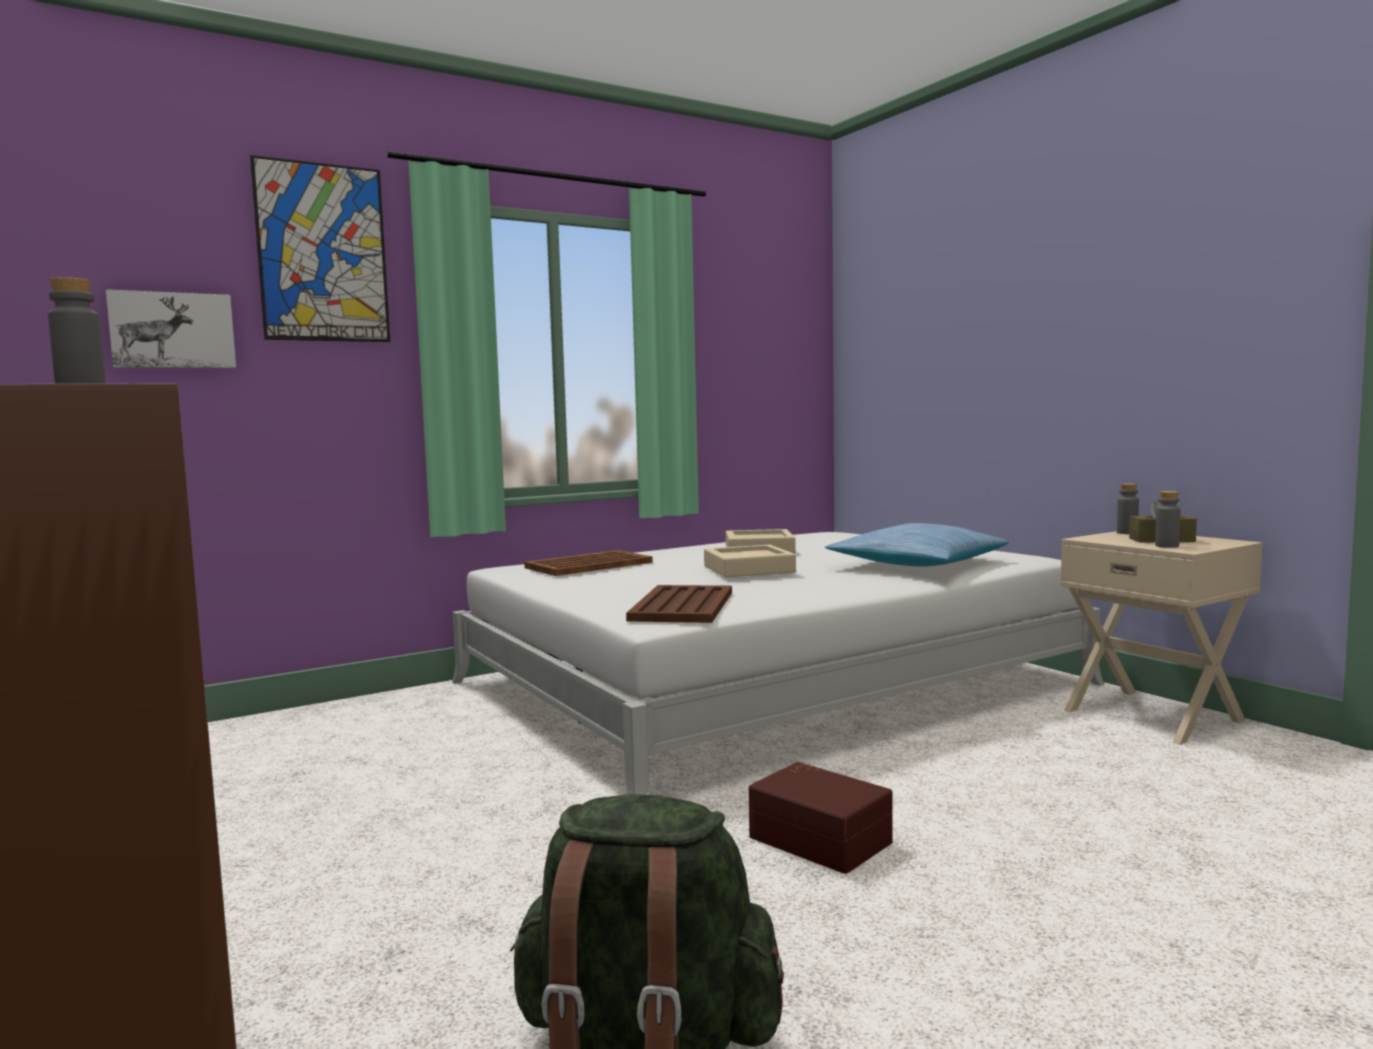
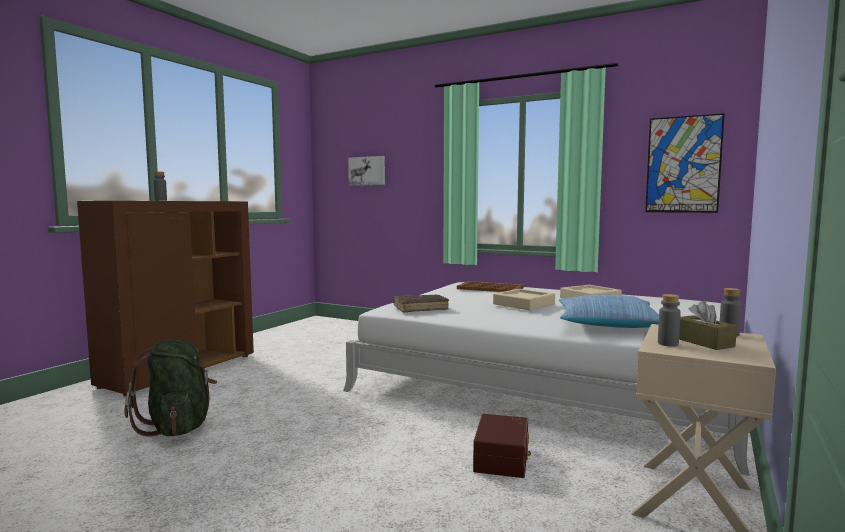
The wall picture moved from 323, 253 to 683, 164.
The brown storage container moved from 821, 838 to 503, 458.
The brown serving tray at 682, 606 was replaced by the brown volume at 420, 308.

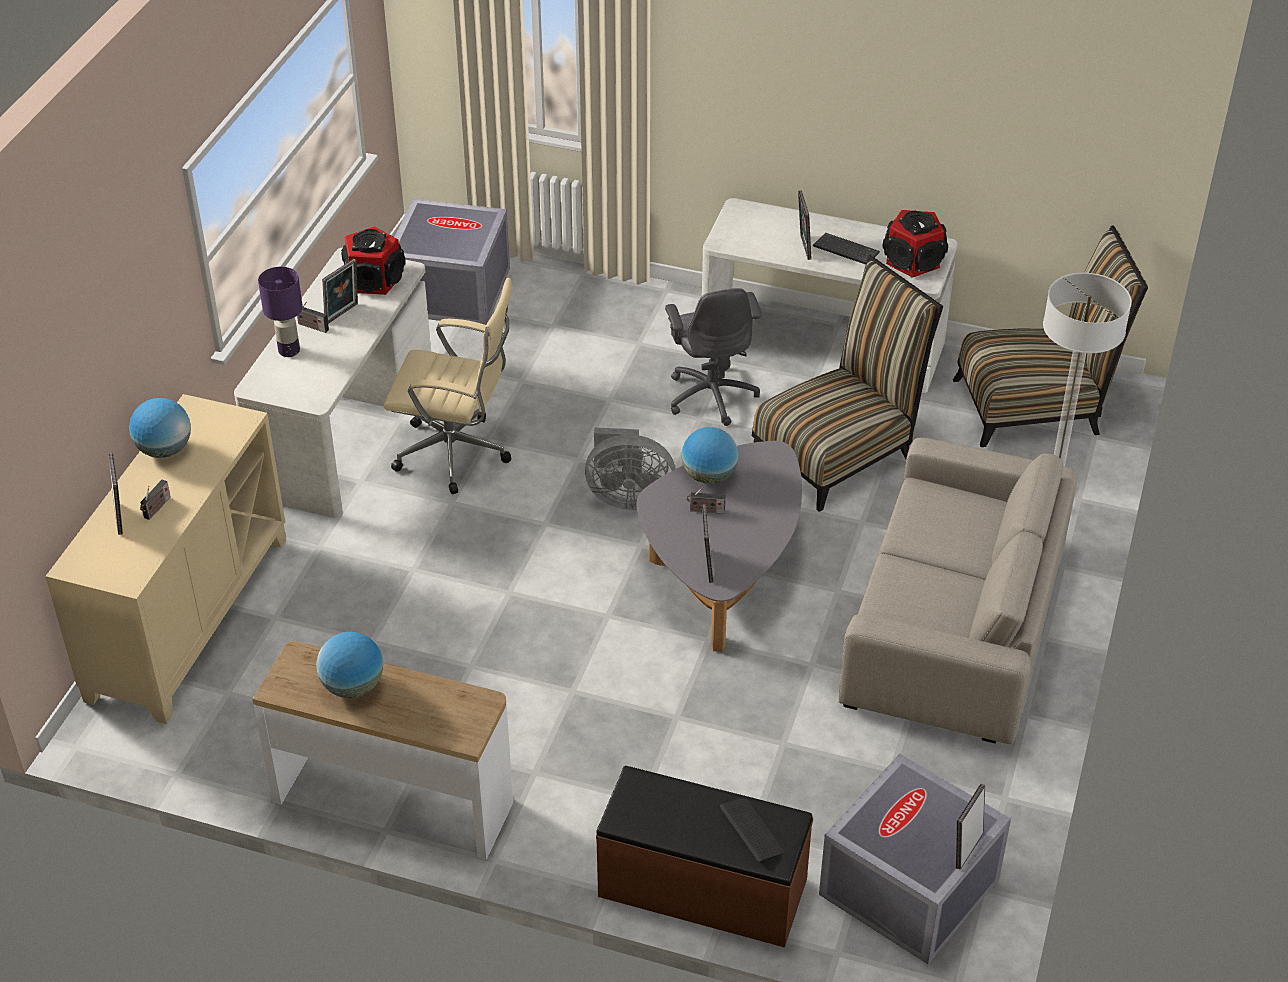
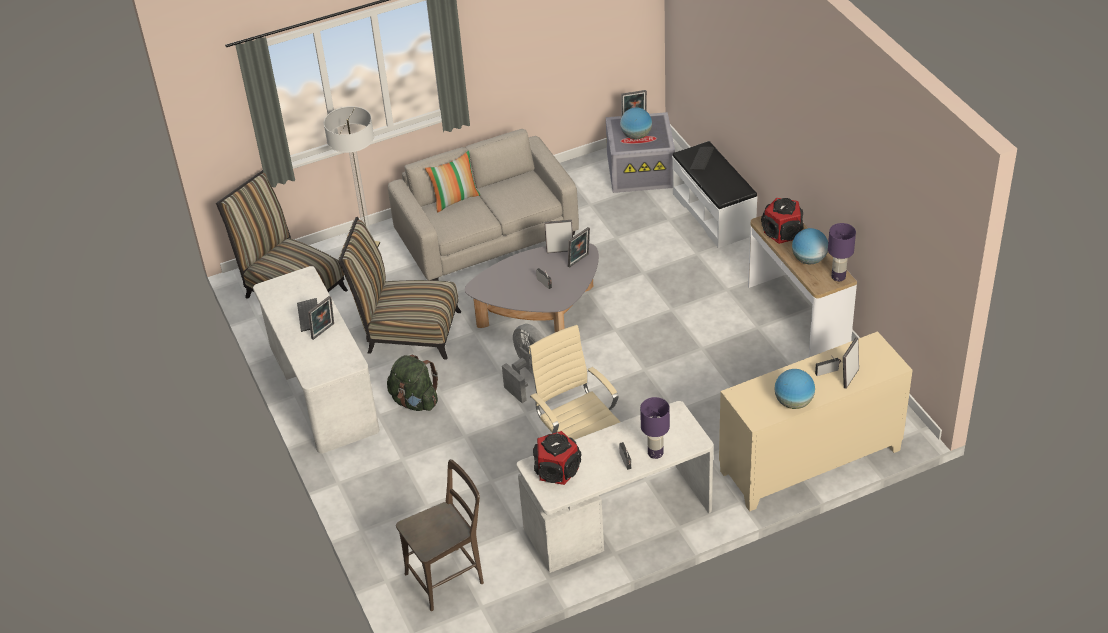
The throw pillow at 455, 199 appeared.
The purple-coloured lamp for a table at 838, 277 appeared.
The photo frame moved from 343, 314 to 560, 250.
The desk globe moved from 709, 476 to 636, 136.
The audio speaker moved from 913, 261 to 782, 232.
The grey storage container at 449, 292 was replaced by the brown upright chair at 448, 576.
The grey office chair at 712, 395 was replaced by the green-coloured backpack at 415, 401.
The brown long seat at 702, 889 became the whitish long seat at 714, 214.

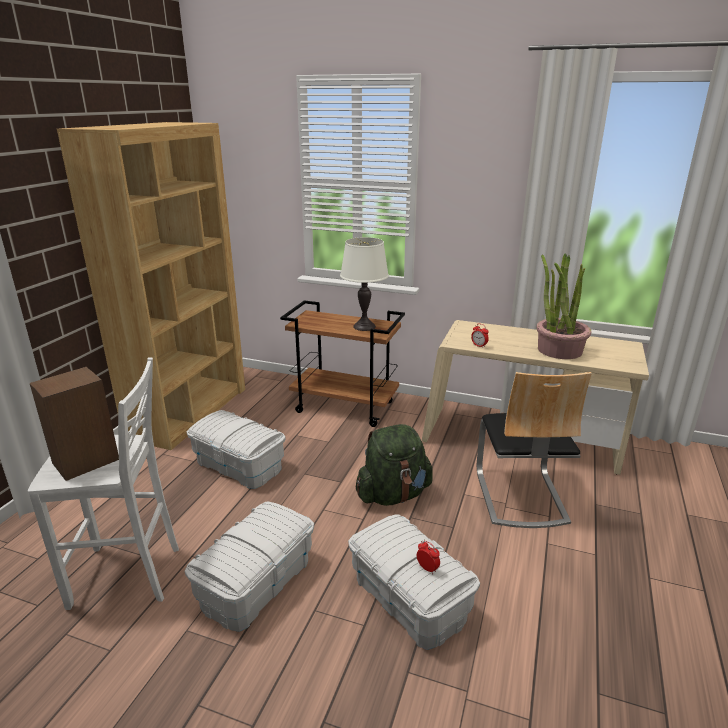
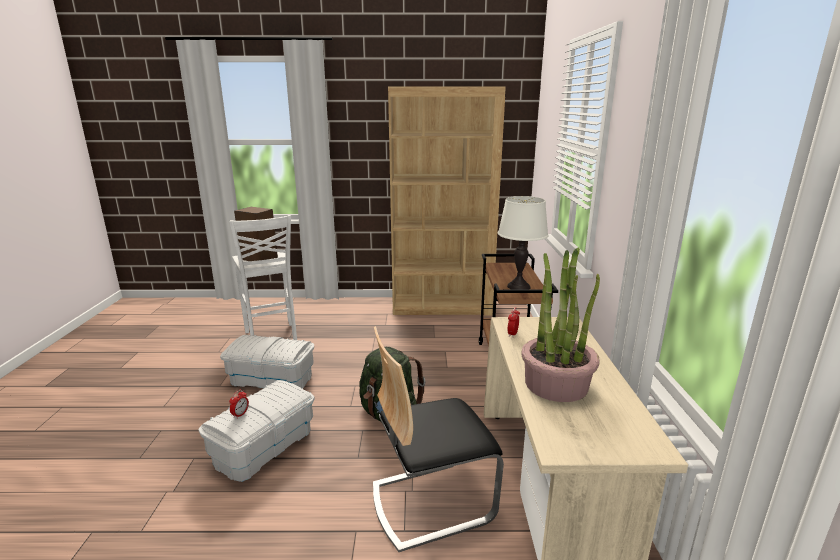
The whitish storage container at 239, 465 disappeared.

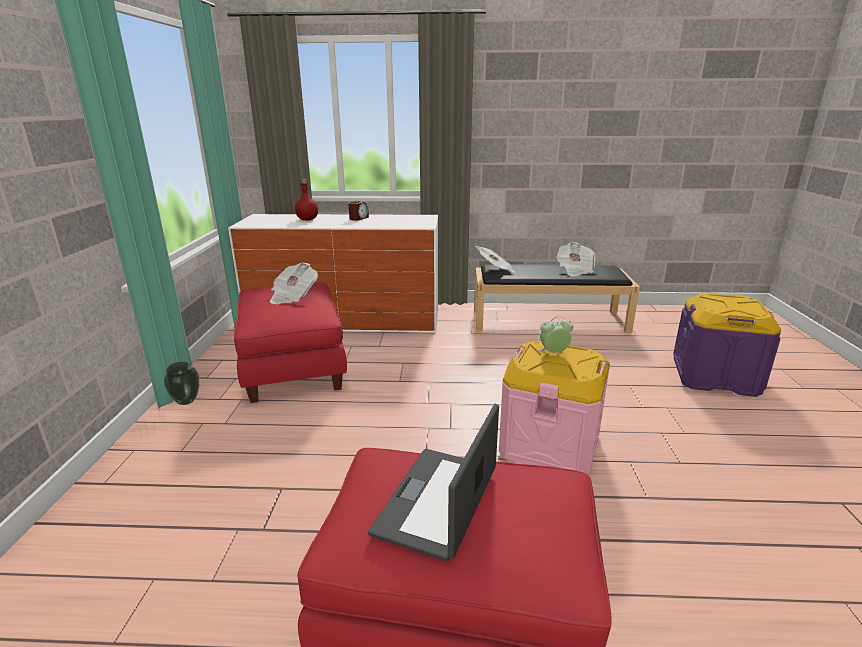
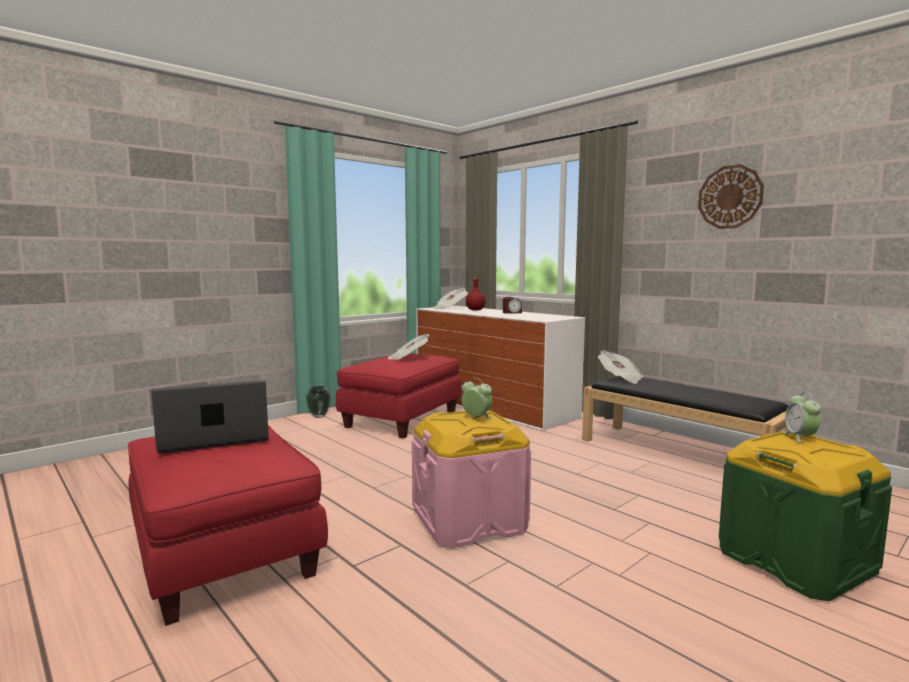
The hanging clock at 730, 197 appeared.
The bedside clock at 800, 437 appeared.
The printed paper moved from 574, 270 to 449, 308.
The purple-coloured storage container at 715, 376 became the green-coloured storage container at 795, 561.

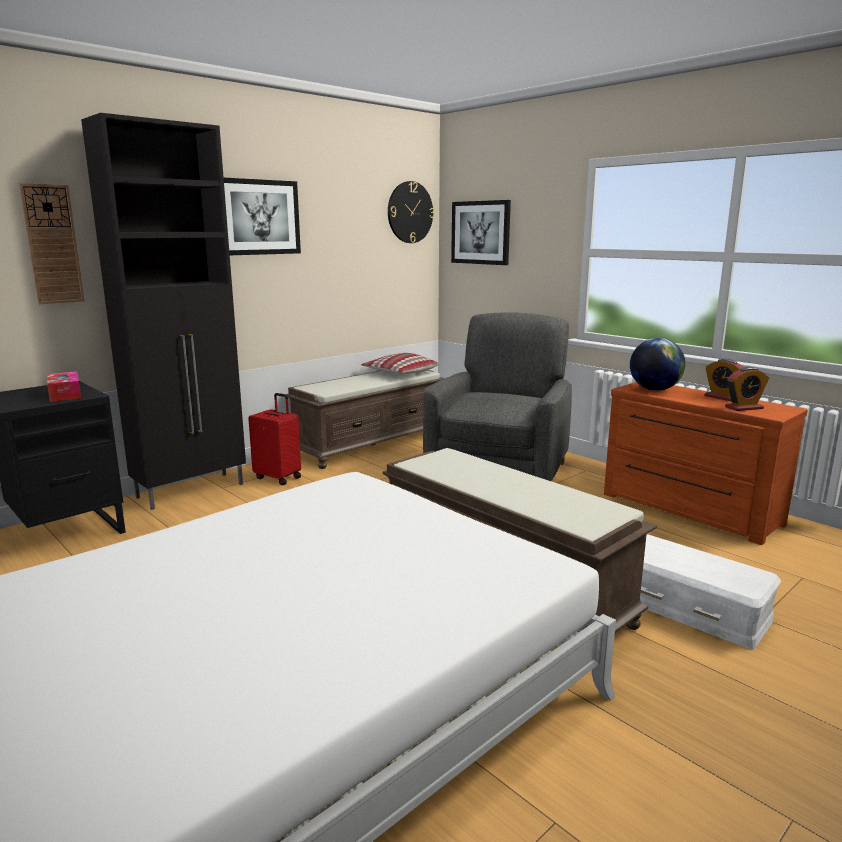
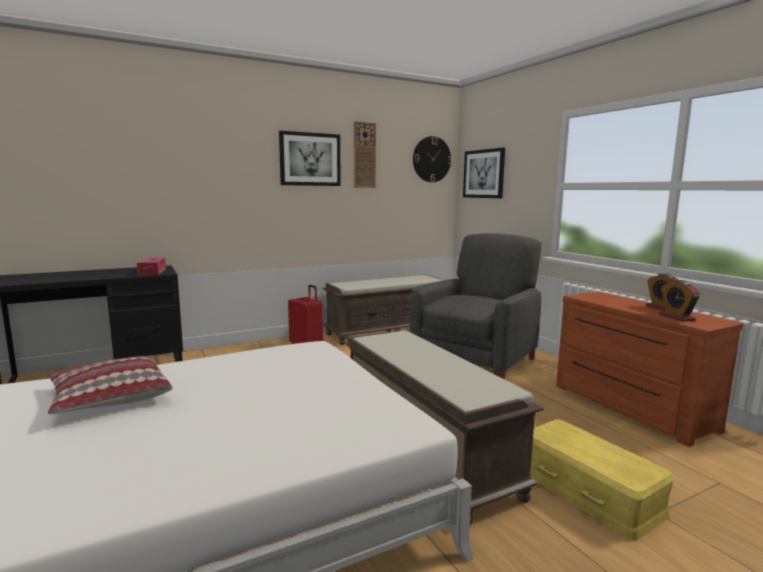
The black-coloured cabinet at 192, 490 disappeared.
The desk globe at 654, 389 disappeared.
The hanging clock moved from 52, 244 to 364, 155.
The throw pillow moved from 400, 373 to 110, 398.
The whitish storage container at 691, 606 became the yellow-coloured storage container at 589, 491.
The bedside clock at 744, 408 turned 75 degrees clockwise.

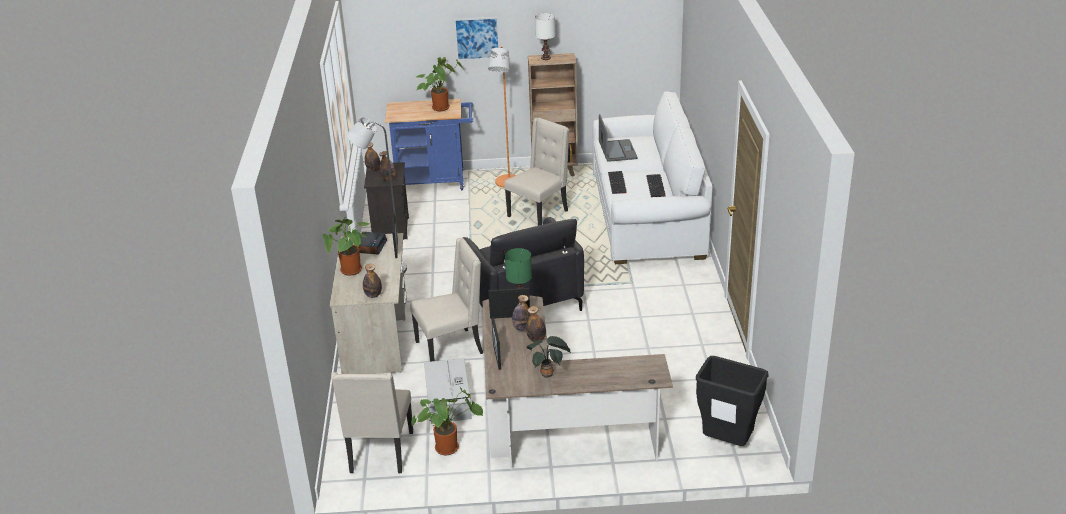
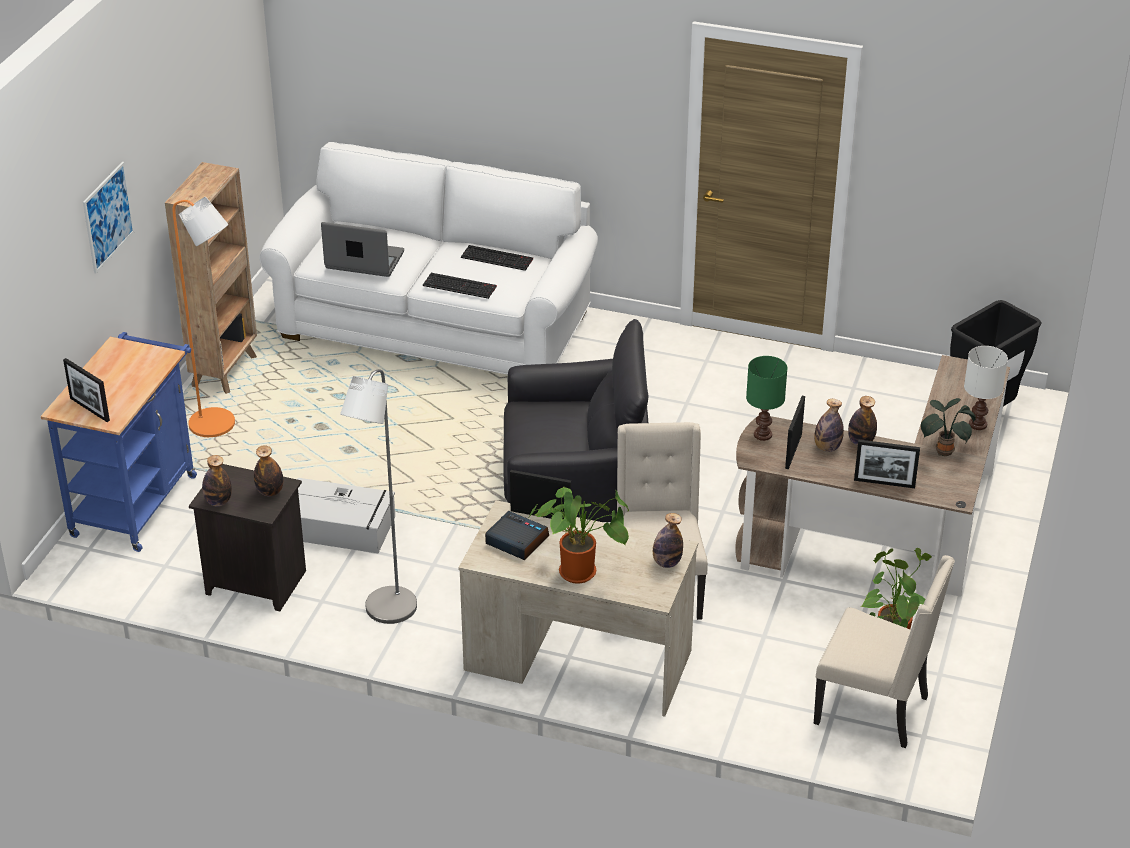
The plant in a pot at 441, 107 disappeared.
The beige-coloured upright chair at 539, 214 disappeared.
The photo frame at 89, 409 appeared.
The grey storage container moved from 448, 399 to 338, 527.
The whitish lamp for a table moved from 545, 58 to 978, 425.

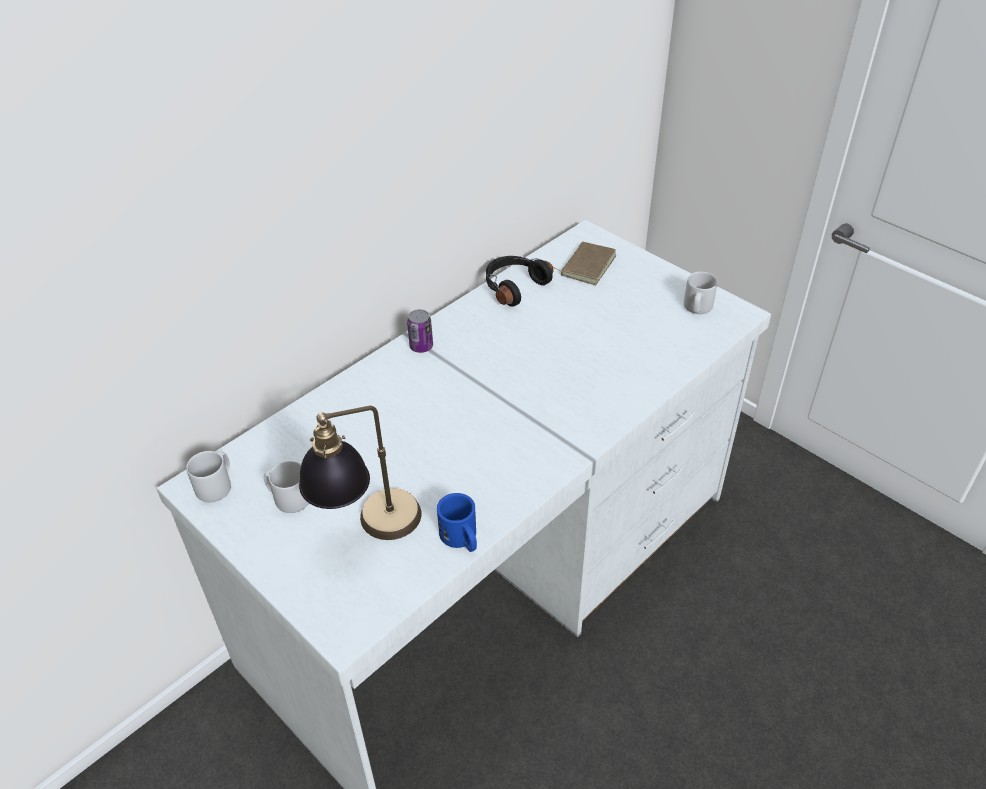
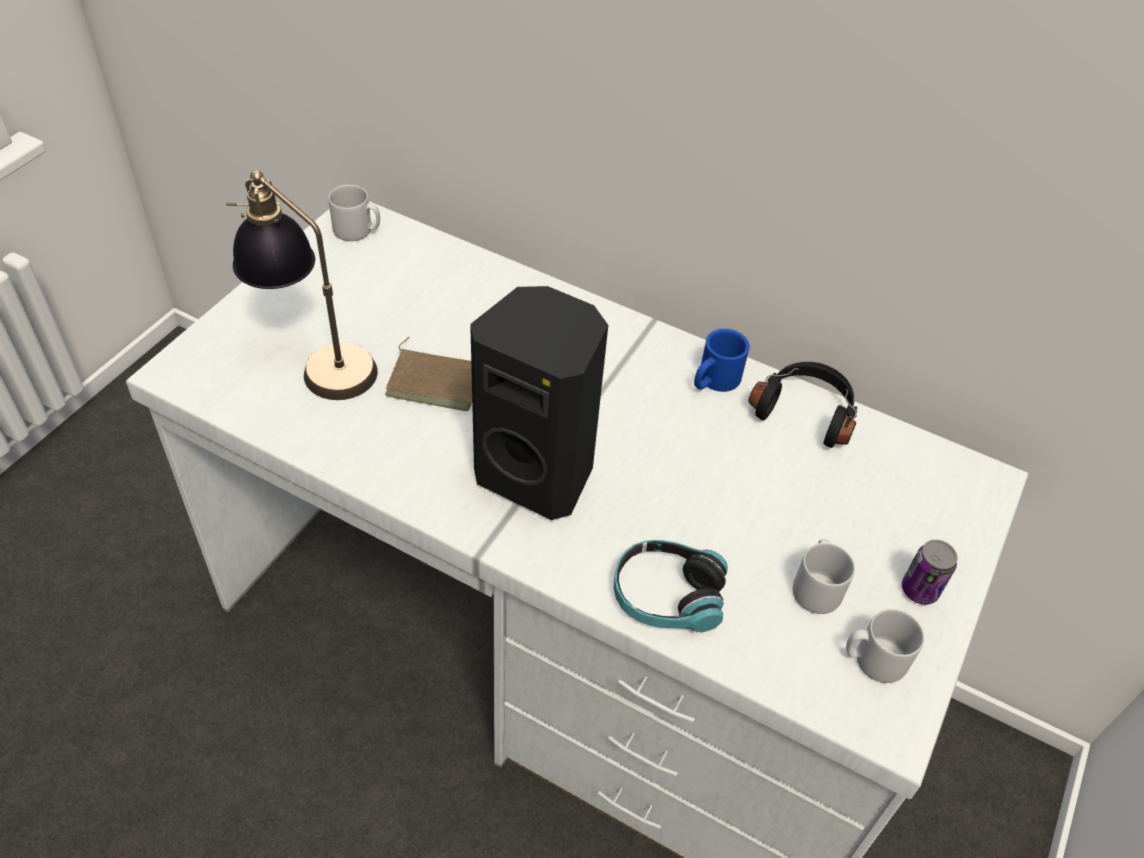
The black-coloured audio speaker at 537, 473 appeared.
The headphones at 666, 596 appeared.
The grey mug moved from 289, 498 to 816, 587.
The metal can moved from 421, 346 to 919, 590.
The blue mug moved from 461, 539 to 713, 381.
The brown volume moved from 586, 265 to 436, 381.

